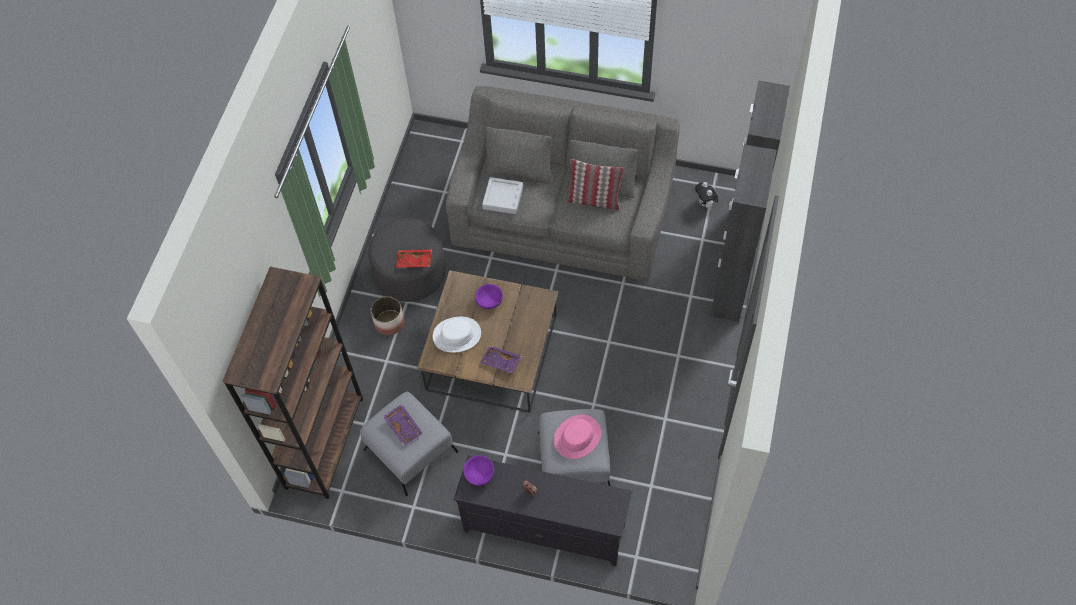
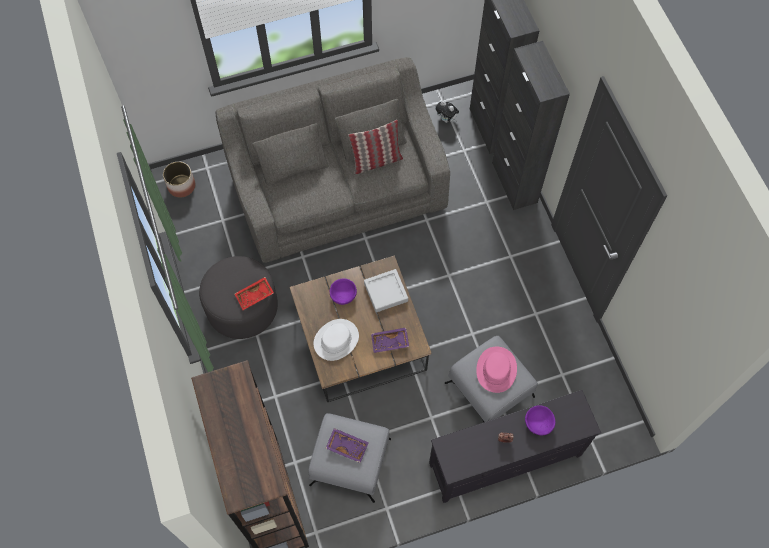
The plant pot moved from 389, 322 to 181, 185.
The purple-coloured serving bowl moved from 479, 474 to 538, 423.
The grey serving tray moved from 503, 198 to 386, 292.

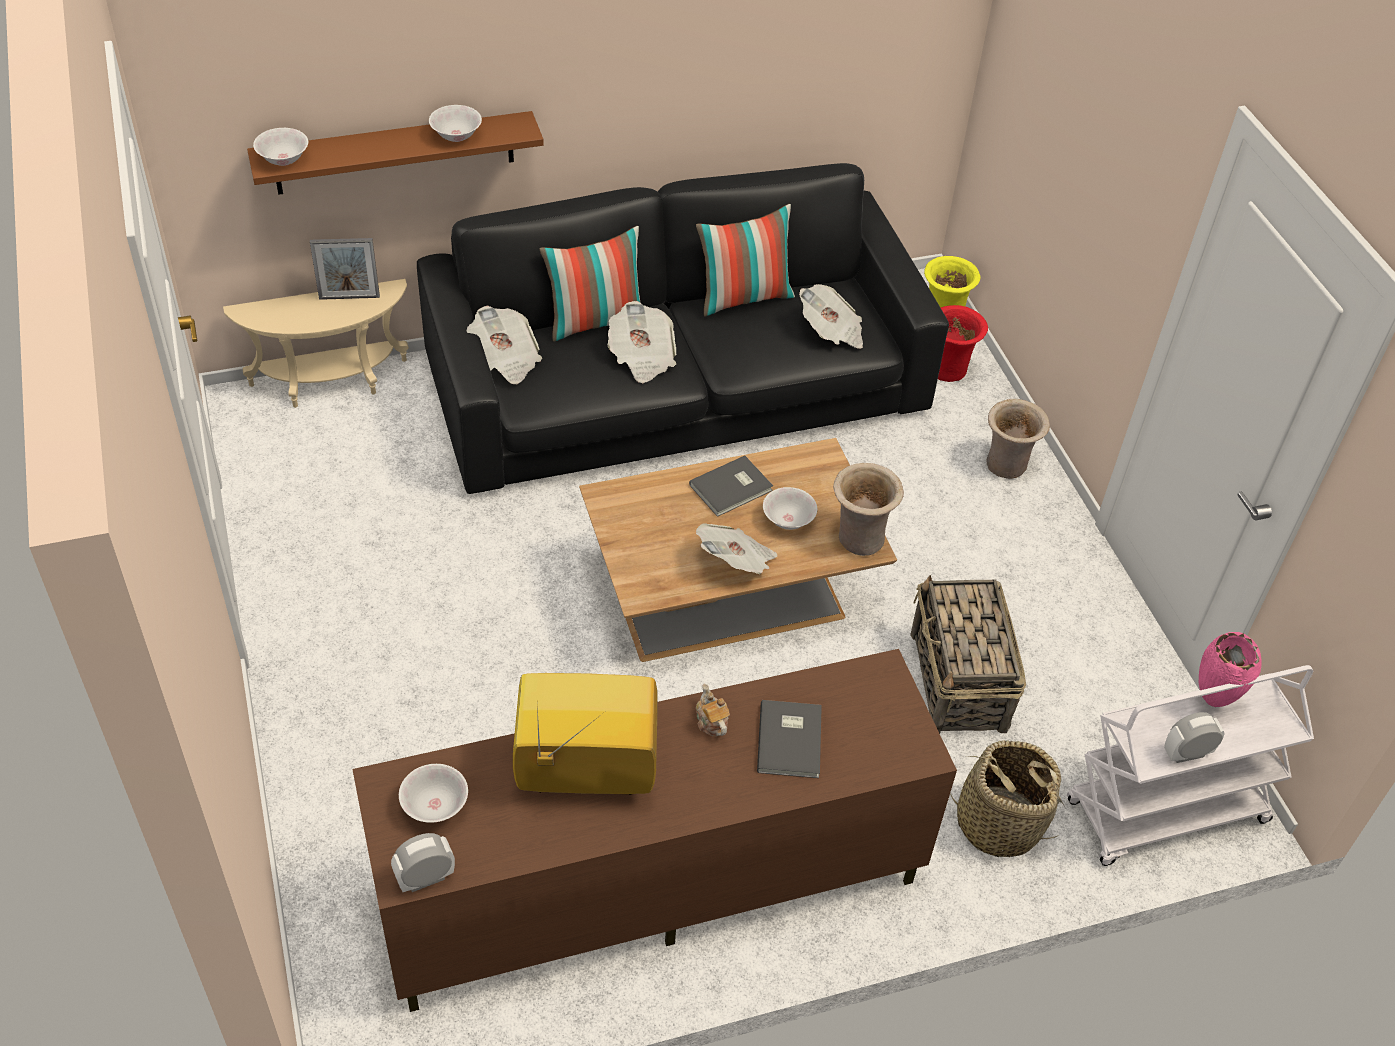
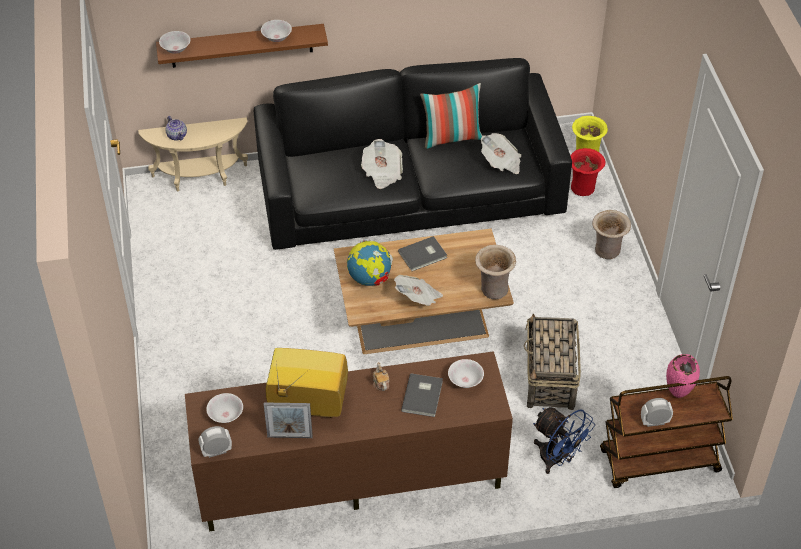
The printed paper at 505, 360 disappeared.
The throw pillow at 595, 321 disappeared.
The tea pot at 177, 135 appeared.
The desk globe at 370, 279 appeared.
The photo frame moved from 349, 297 to 290, 436.
The whitish serving bowl moved from 788, 520 to 465, 381.
The storage basket at 998, 823 was replaced by the blue fan at 557, 459.
The whitish trolley at 1165, 813 became the brown trolley at 658, 462.

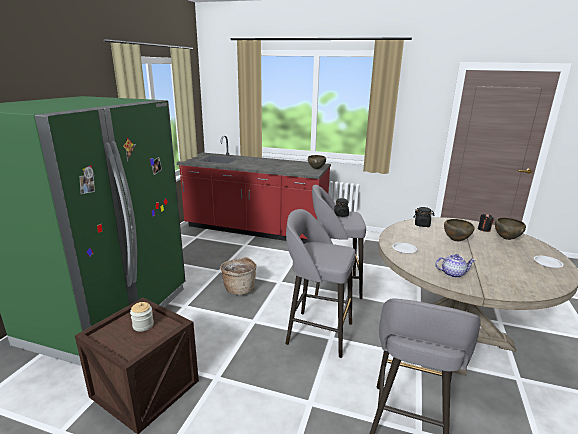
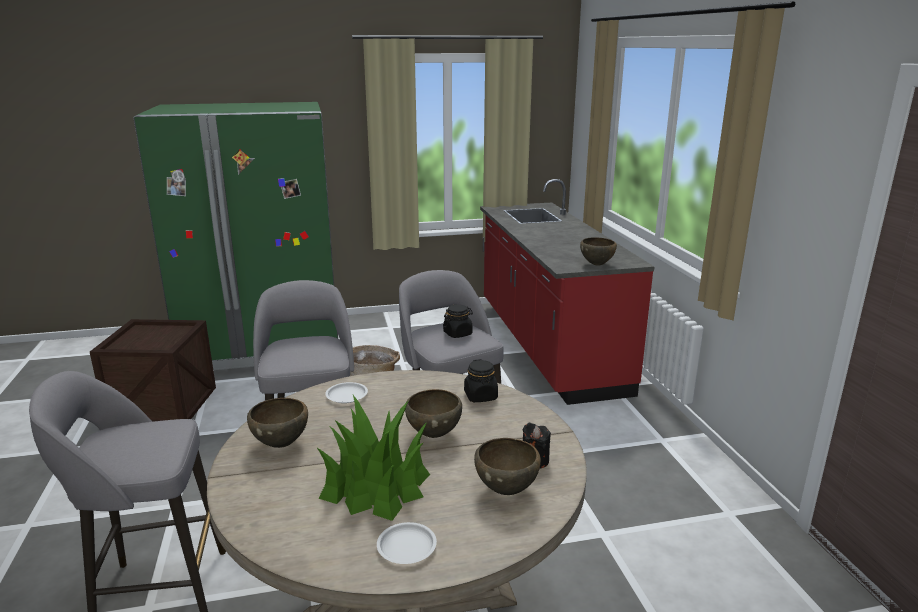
The preserve jar at 143, 325 disappeared.
The plant in a pot at 376, 485 appeared.
The tea pot at 453, 273 was replaced by the brown serving bowl at 281, 444.

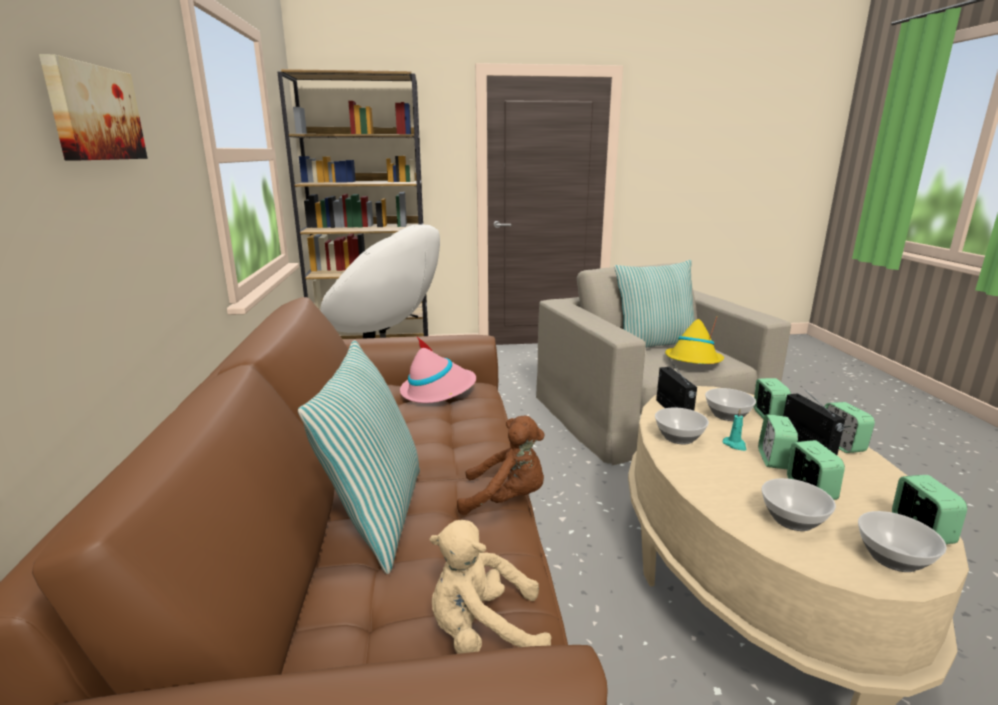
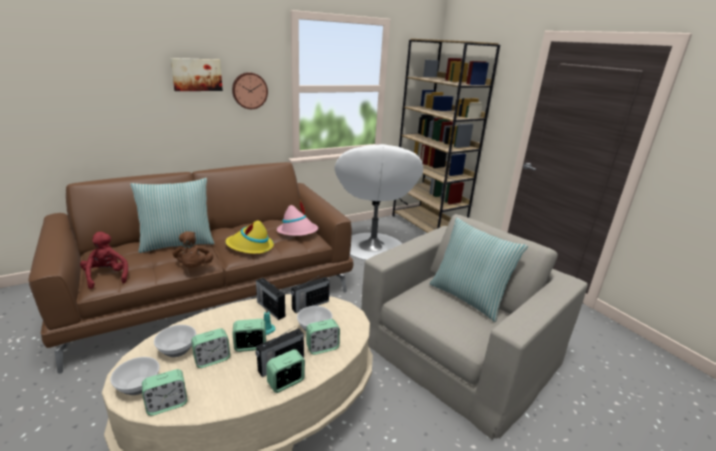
The hanging clock at 249, 90 appeared.
The yellow-coloured clothing hat moved from 693, 361 to 250, 247.
The serving bowl at 679, 437 was replaced by the radio at 270, 308.
The beige-coloured plush toy at 483, 633 became the reddish plush toy at 107, 276.

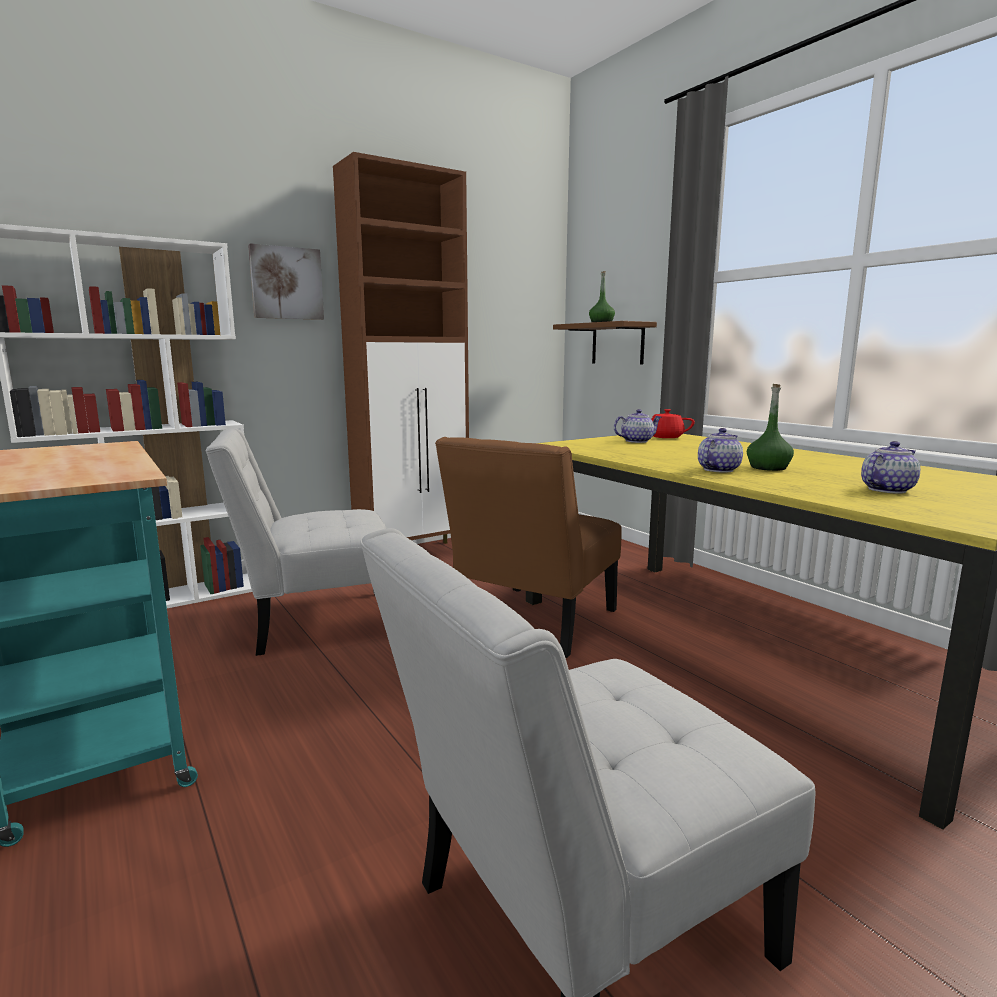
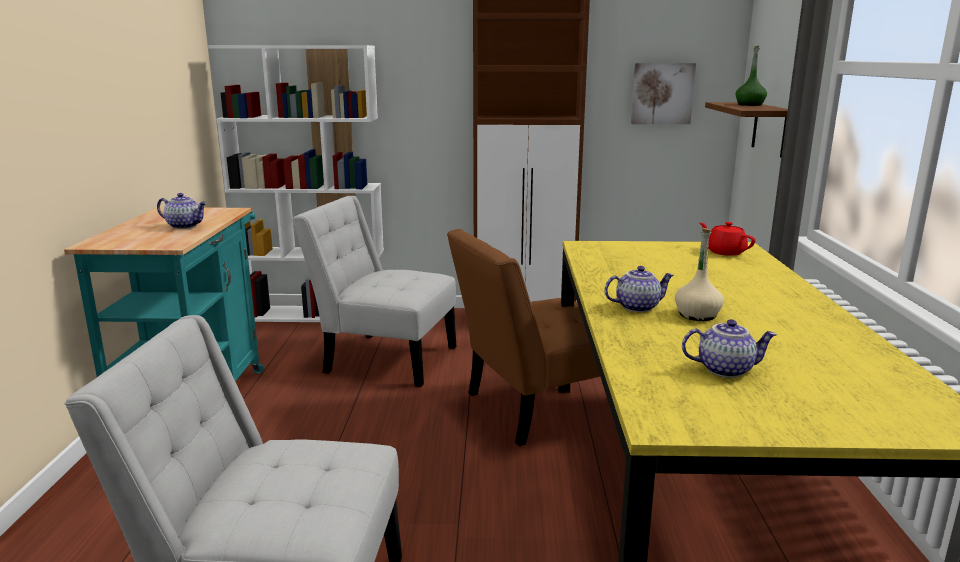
The wall picture moved from 286, 283 to 662, 93.
The tea pot moved from 636, 441 to 185, 226.
The green-coloured bottle at 768, 467 became the beige-coloured bottle at 697, 315.

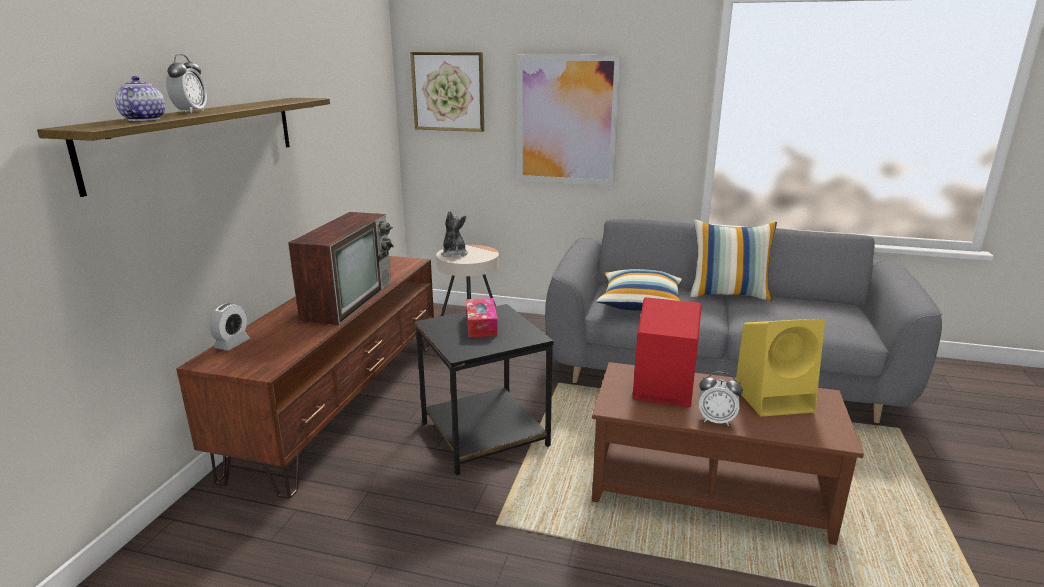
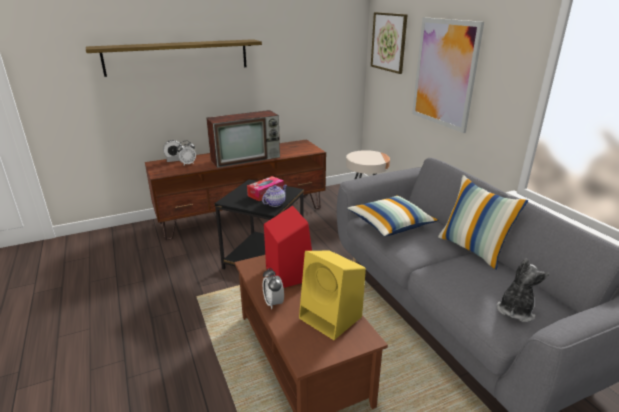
The tea pot moved from 143, 119 to 275, 203.
The bedside clock moved from 191, 112 to 187, 164.
The plush toy moved from 454, 254 to 515, 310.

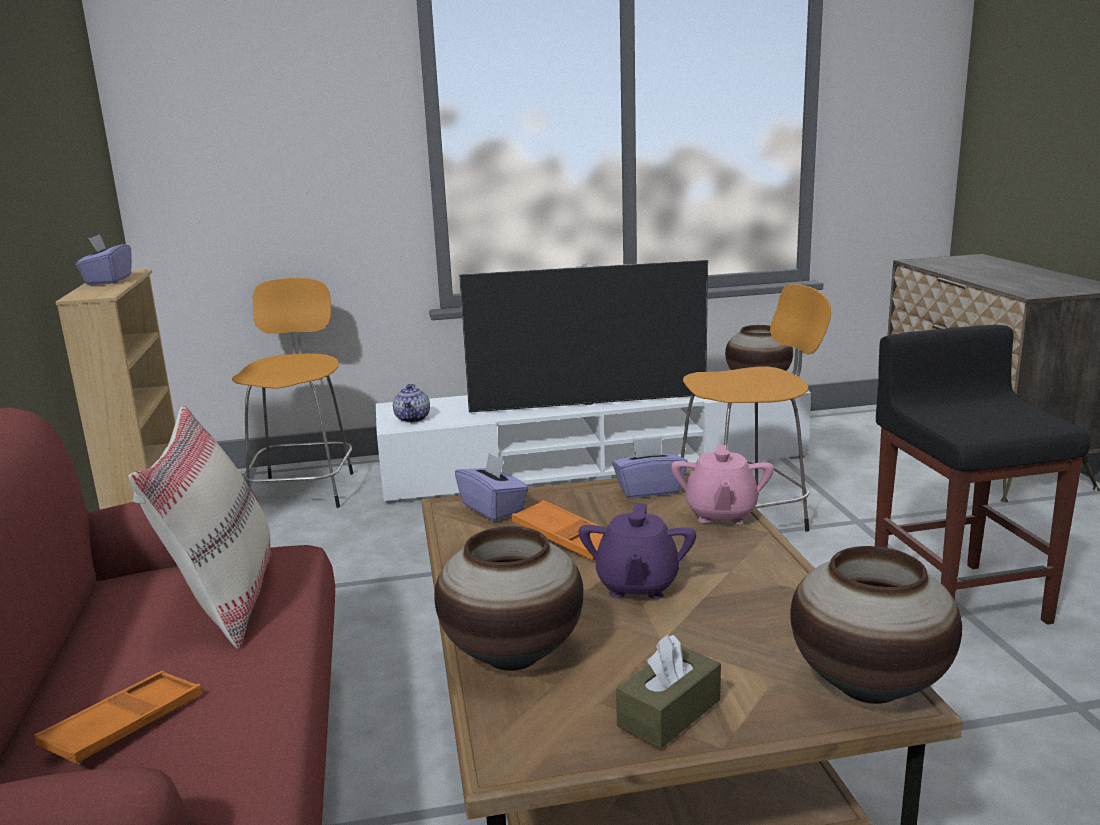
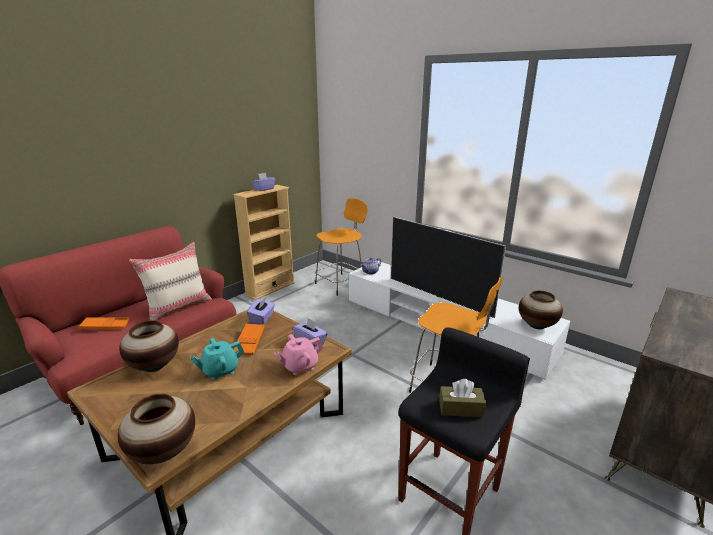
The brown tissue box moved from 669, 713 to 461, 408.
The purple-coloured tea pot at 637, 585 became the blue-green tea pot at 220, 370.

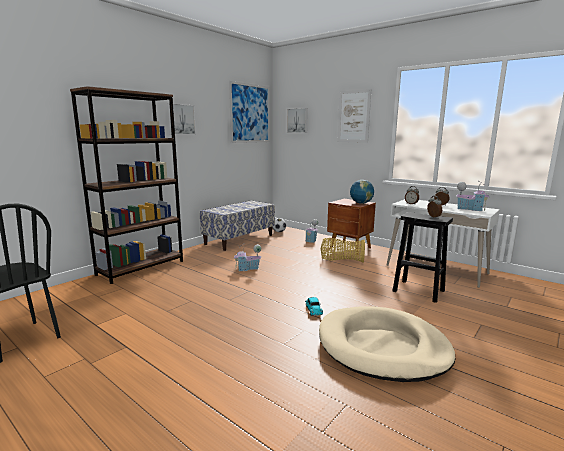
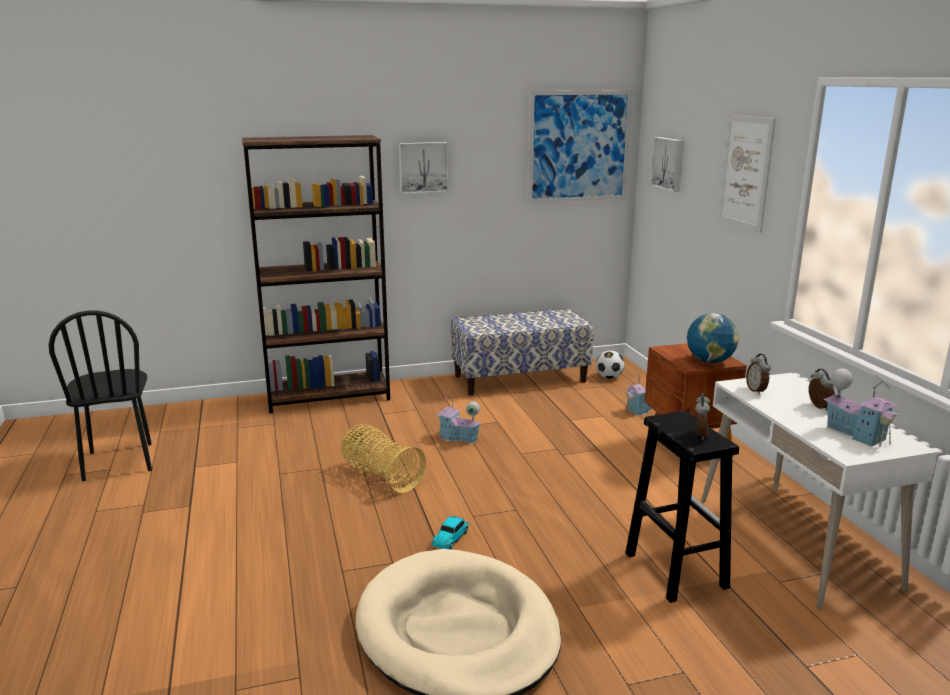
The storage basket moved from 341, 260 to 381, 476.

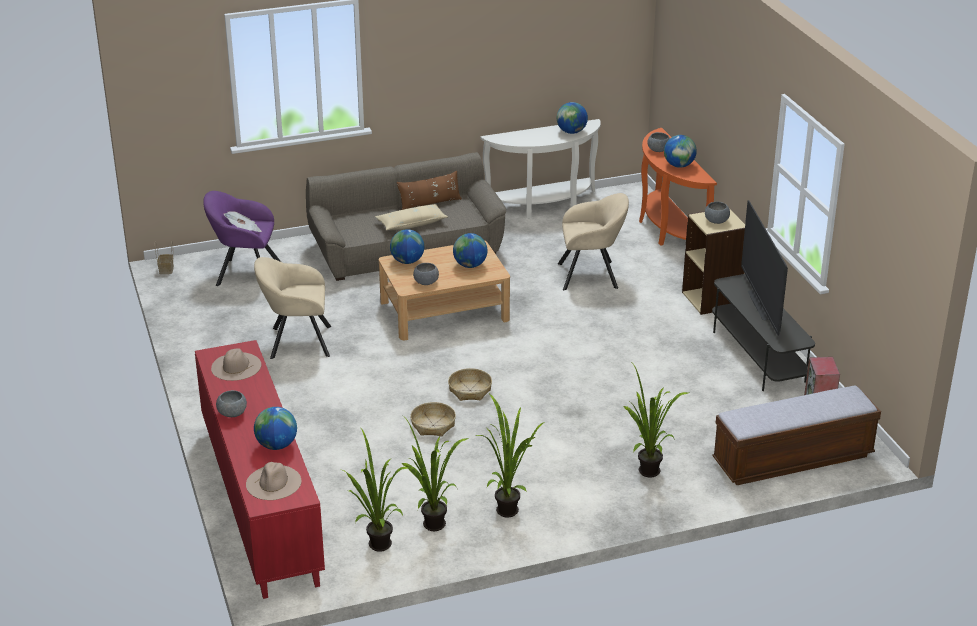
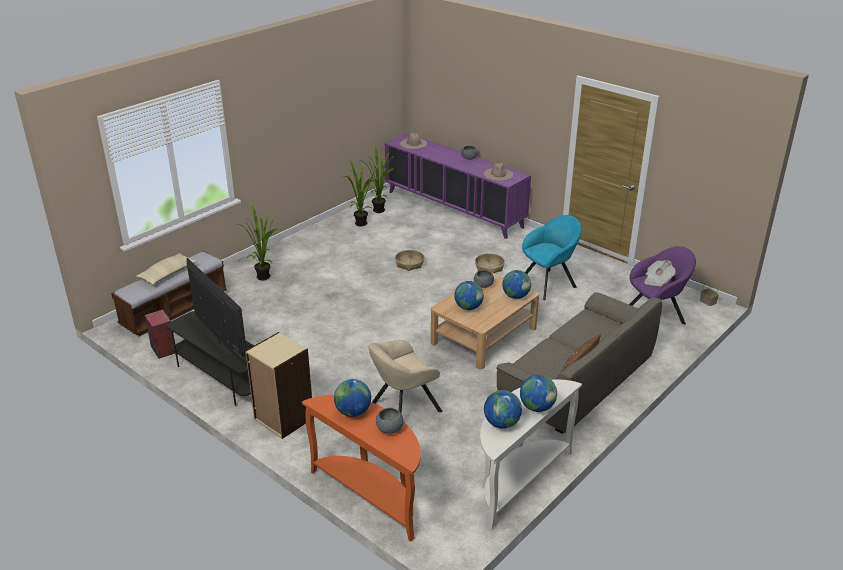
The plant in a pot at 507, 508 disappeared.
The grey serving bowl at 716, 221 disappeared.
The desk globe moved from 276, 445 to 537, 407.
The beige-coloured throw pillow moved from 411, 224 to 167, 274.
The storage basket moved from 470, 390 to 489, 267.
The reddish cabinet at 260, 503 became the purple-coloured cabinet at 454, 209.
The beige-coloured lounge chair at 296, 342 became the blue-green lounge chair at 549, 283.

